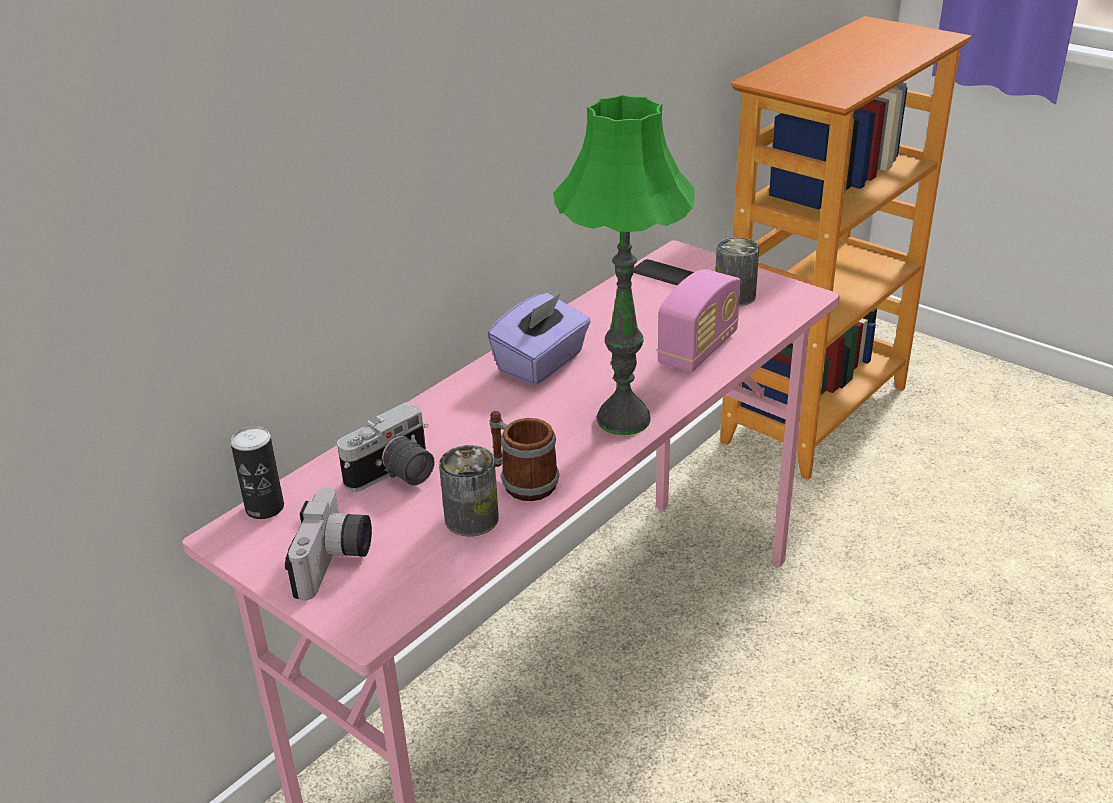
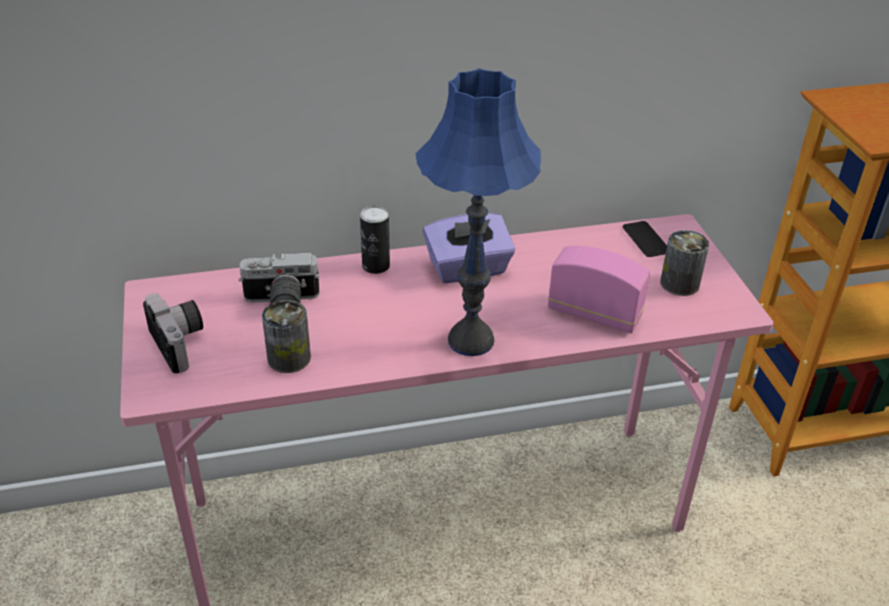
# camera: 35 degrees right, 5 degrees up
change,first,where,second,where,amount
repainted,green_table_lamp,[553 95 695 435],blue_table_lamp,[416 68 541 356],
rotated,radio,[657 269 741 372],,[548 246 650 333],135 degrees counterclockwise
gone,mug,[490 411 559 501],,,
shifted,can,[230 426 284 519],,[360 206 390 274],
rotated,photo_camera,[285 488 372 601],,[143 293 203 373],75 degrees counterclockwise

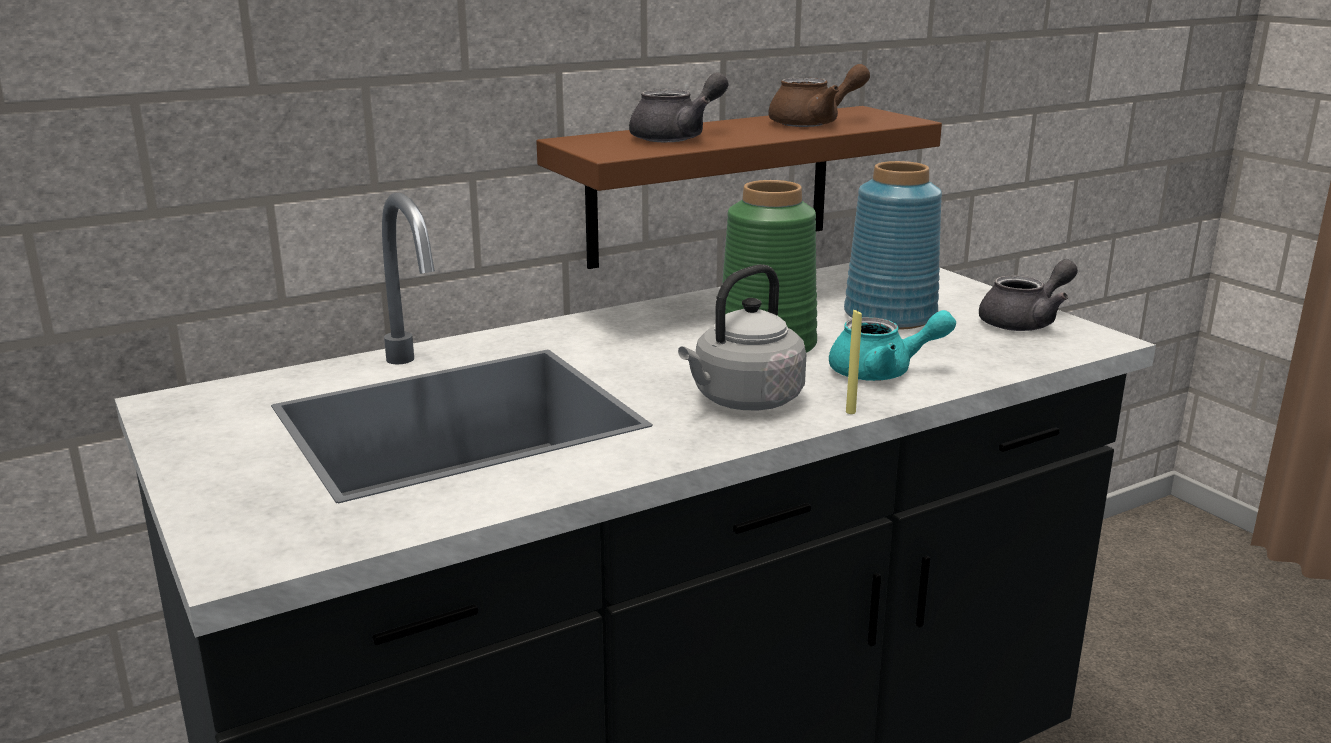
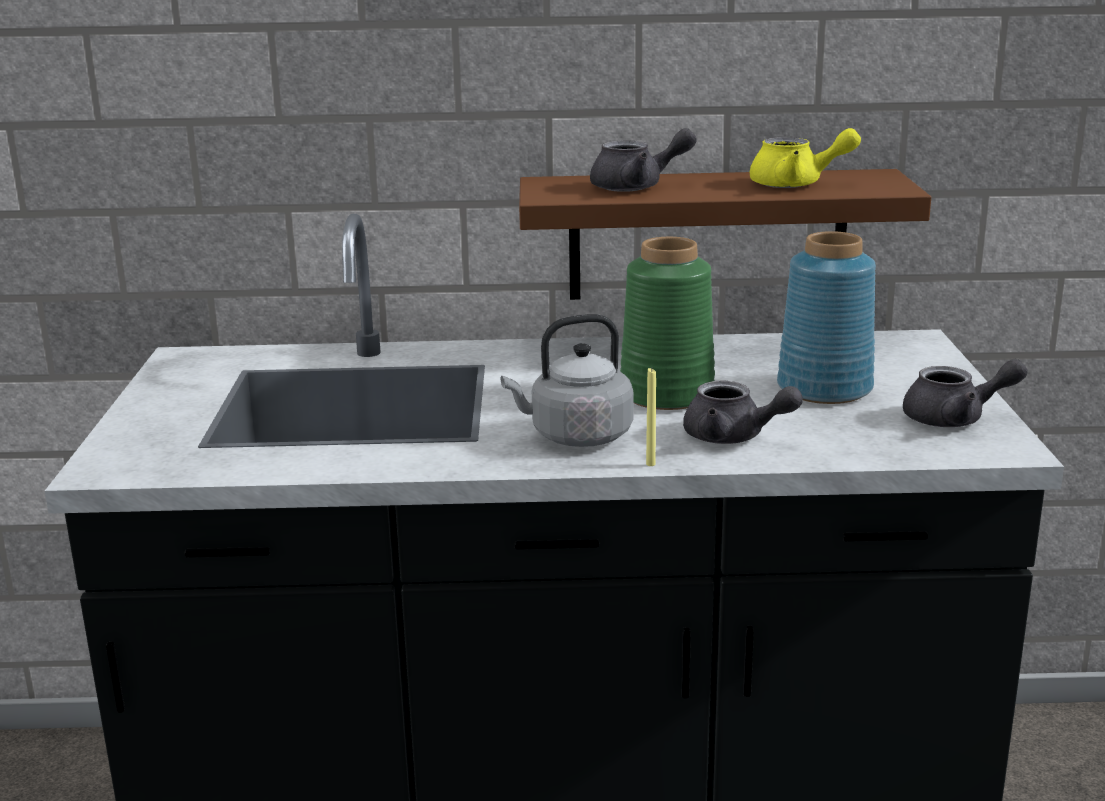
# camera: 30 degrees right, 0 degrees up
change,first,where,second,where,amount
repainted,brown_teapot,[768 64 870 127],yellow_teapot,[749 128 861 188],
repainted,turquoise_teapot,[829 310 956 381],grey_teapot,[683 381 803 444],

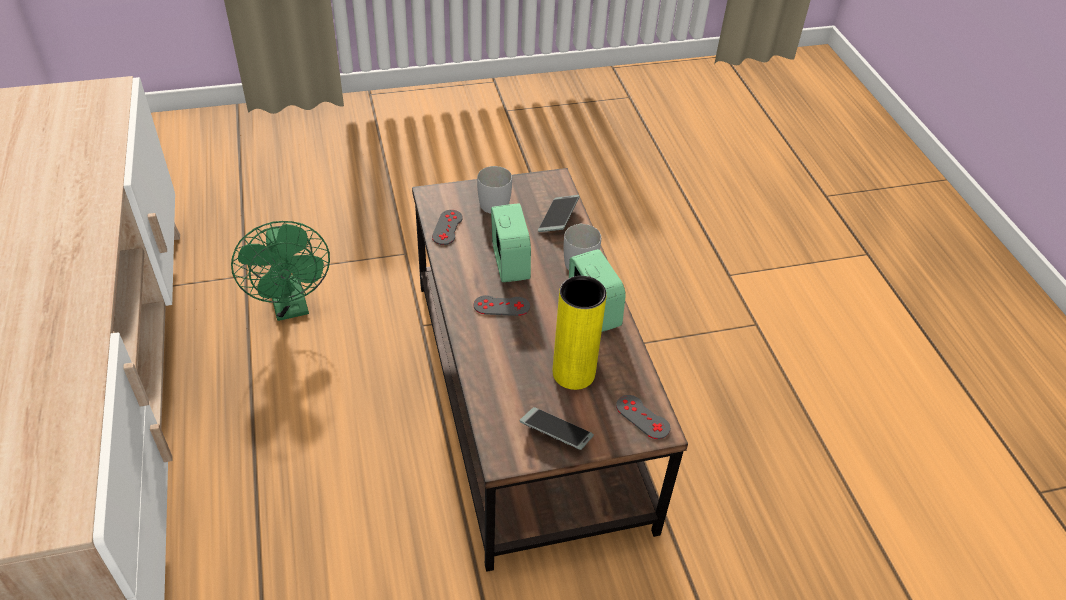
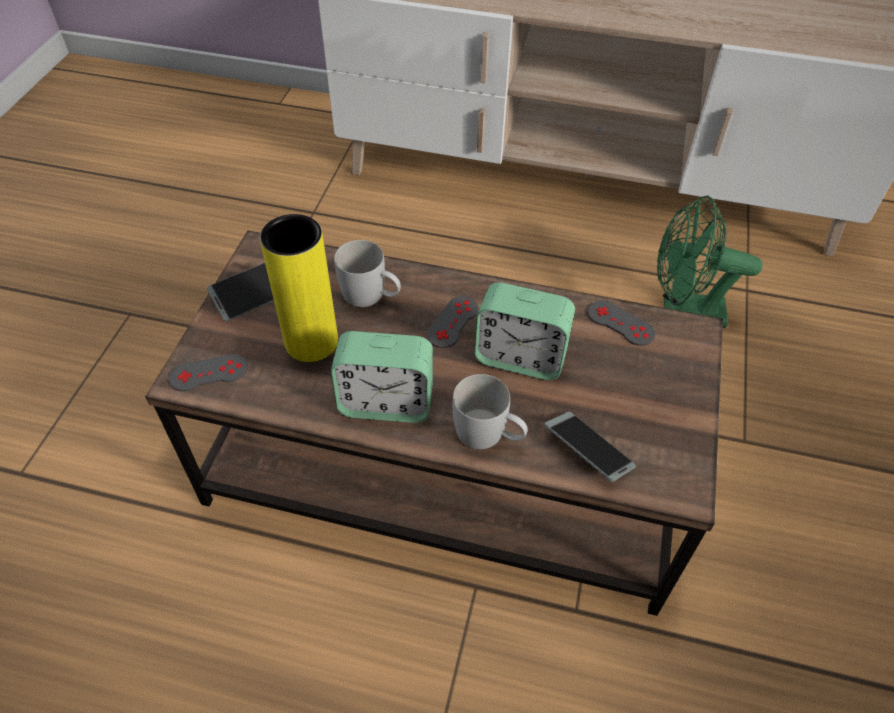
# camera: 120 degrees right, 5 degrees up
change,first,where,second,where,amount
shifted,white_mug,[477 166 512 214],,[334 240 401 307],

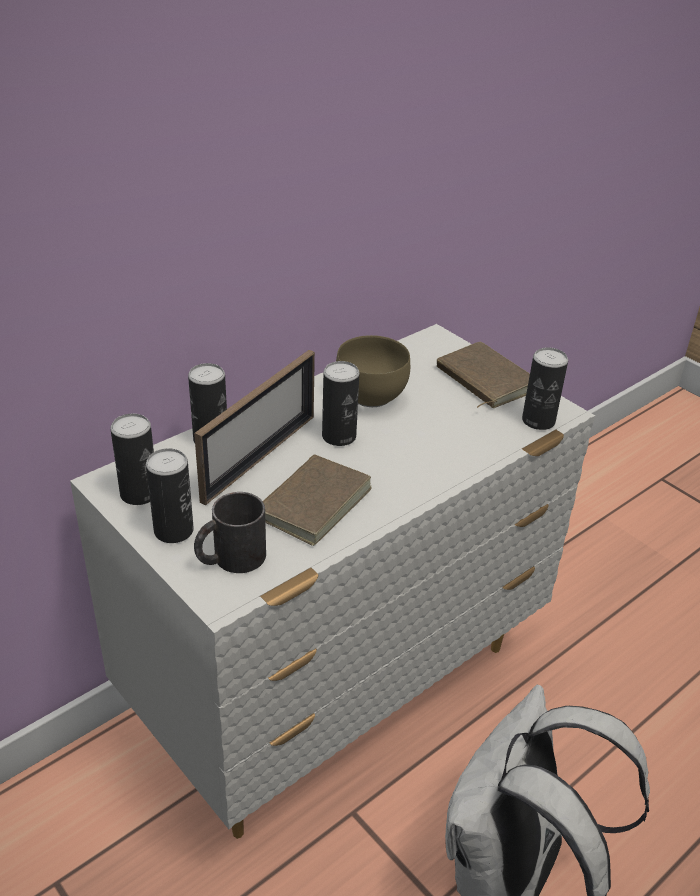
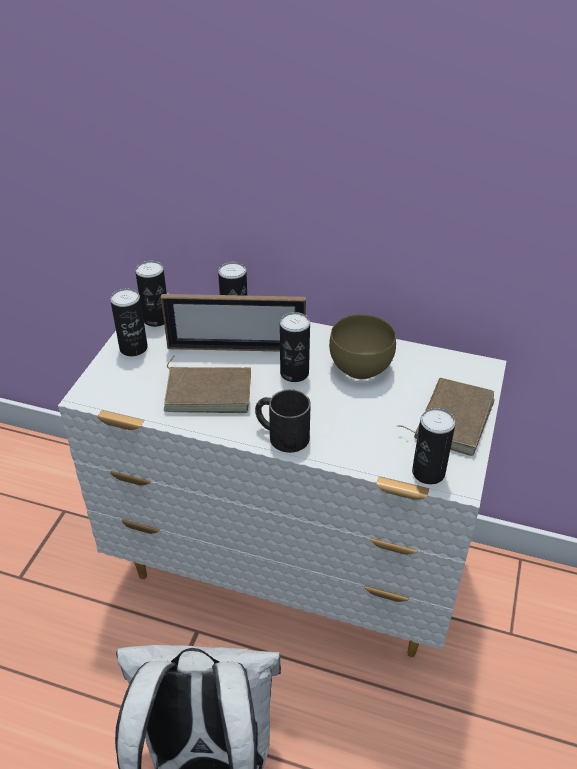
# camera: 60 degrees right, 5 degrees up
change,first,where,second,where,amount
shifted,black_mug,[194 492 266 573],,[255 389 311 453],

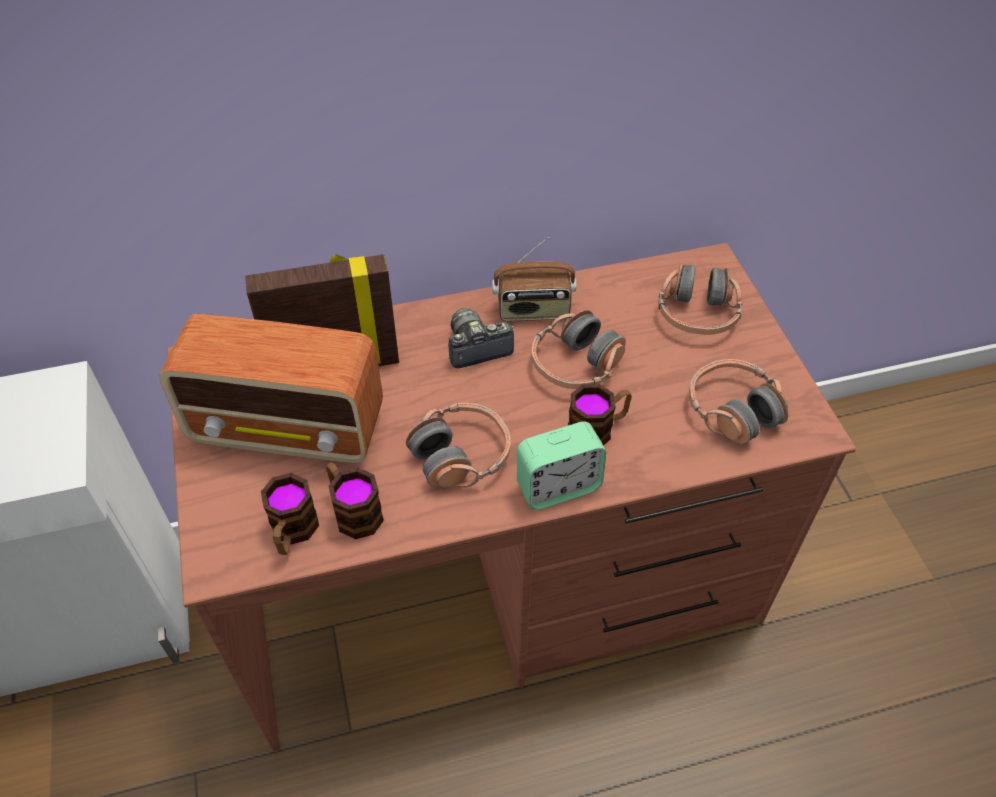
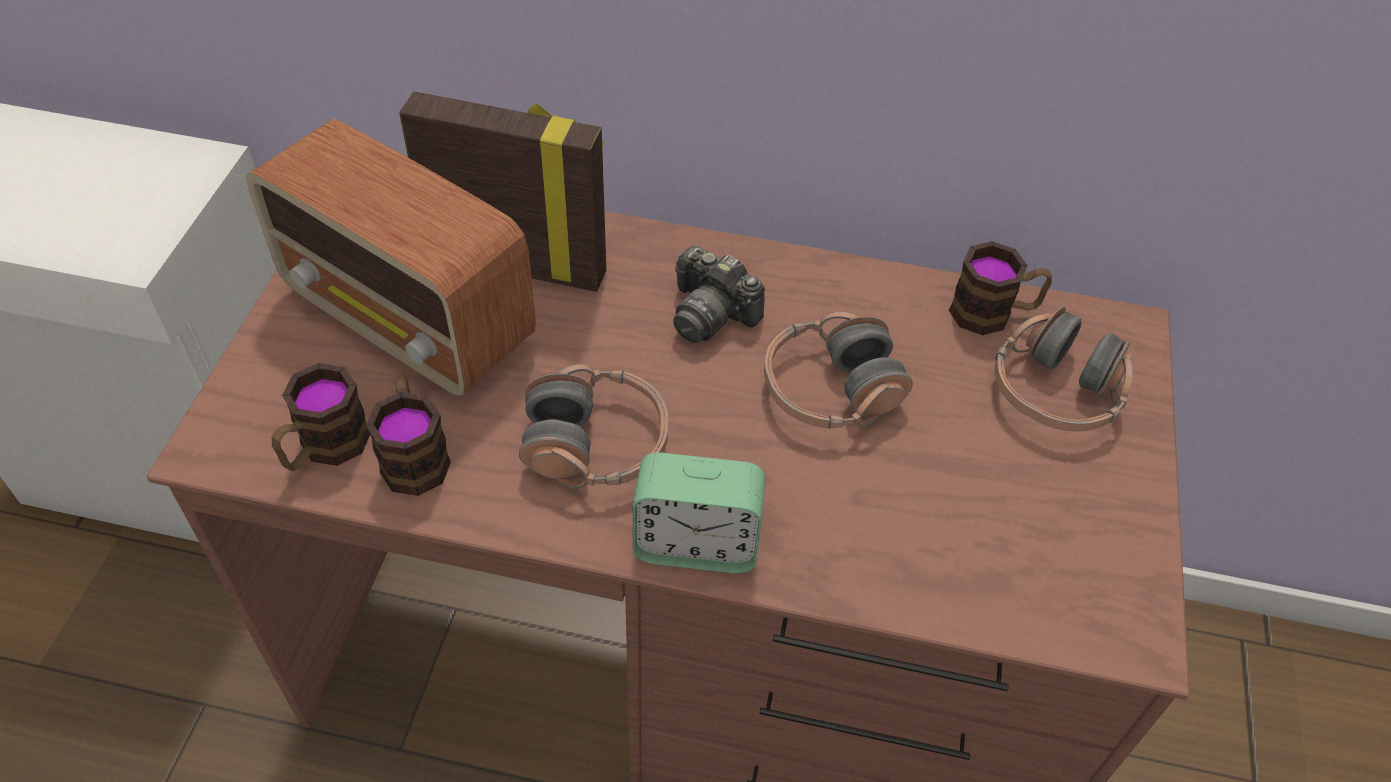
# camera: 25 degrees right, 0 degrees up
change,first,where,second,where,amount
gone,radio,[492 237 577 321],,,
rotated,photo_camera,[448 308 514 368],,[673 246 765 343],150 degrees counterclockwise
gone,headphones,[689 359 788 445],,,
shifted,mug,[568 384 632 446],,[949 241 1052 335],

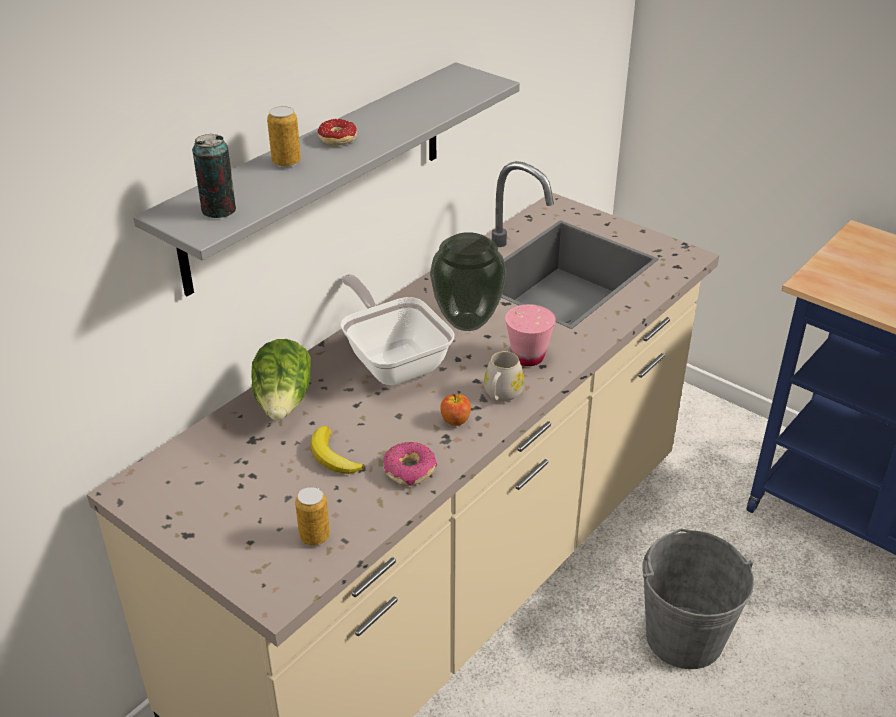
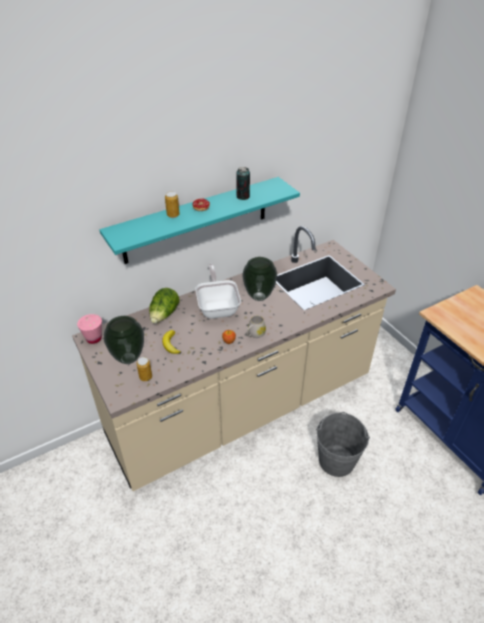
# camera: 20 degrees right, 5 degrees up
change,first,where,second,where,amount
repainted,grey_shelf,[133 62 520 296],turquoise_shelf,[99 177 300 264],
shifted,can,[192 133 236 218],,[236 167 250 200],
shifted,pink_cup,[505 304 556 366],,[77 314 102 344],
gone,donut,[383 442 437 486],,,
new,,,vase,[104 316 144 364],

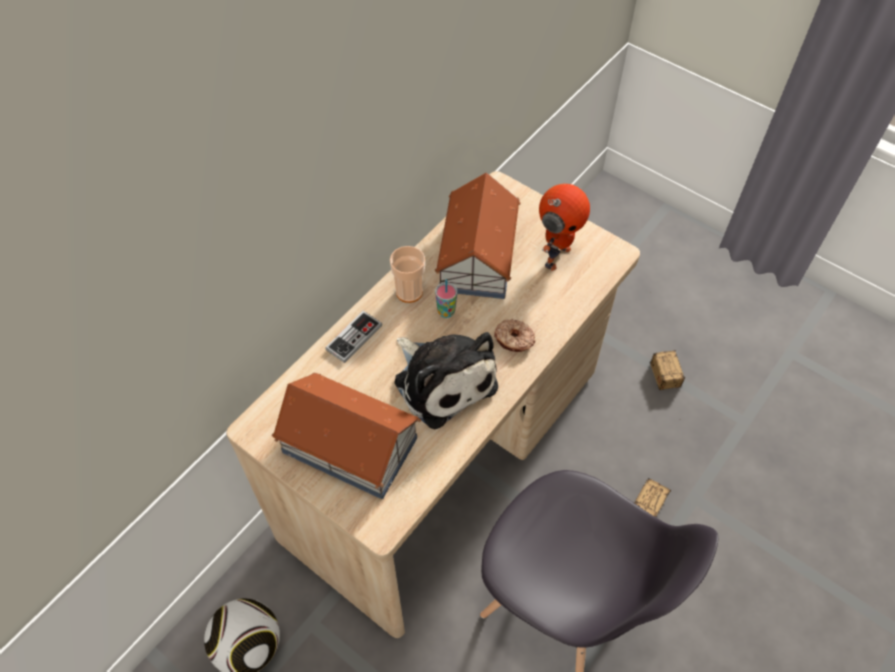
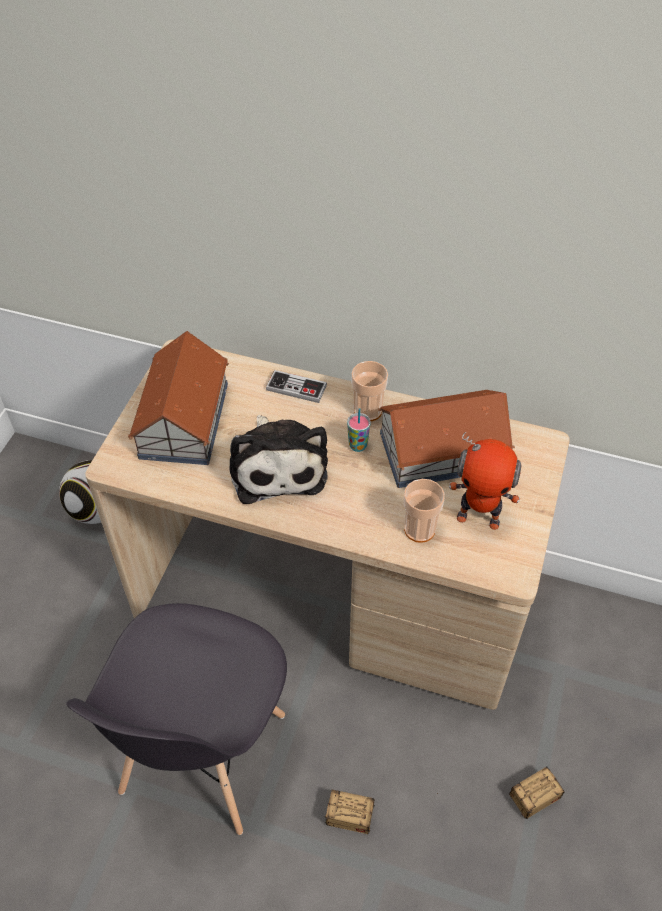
# camera: 70 degrees right, 5 degrees down
change,first,where,second,where,amount
gone,donut,[494 319 535 352],,,
rotated,plush_toy,[394 332 498 429],,[229 415 328 504],45 degrees counterclockwise
new,,,cup,[404 479 445 543],

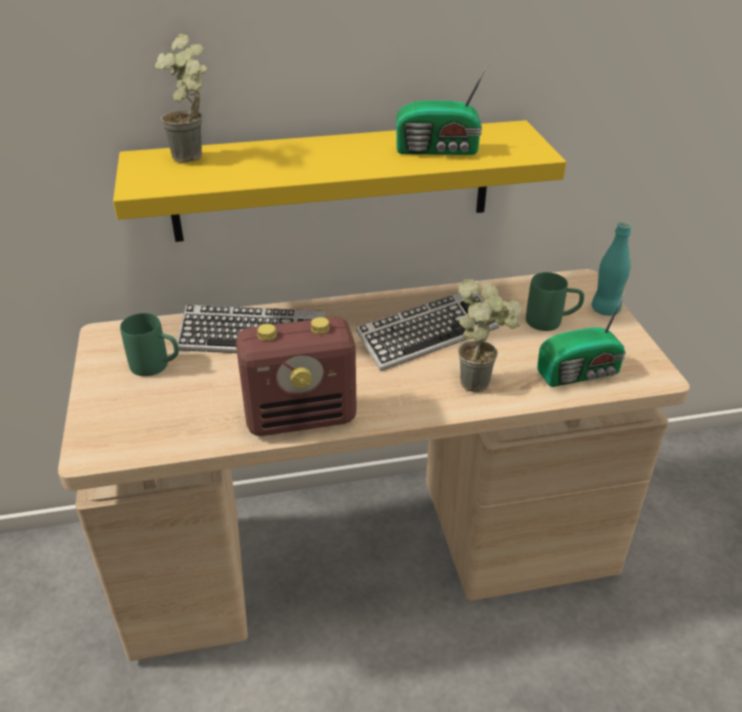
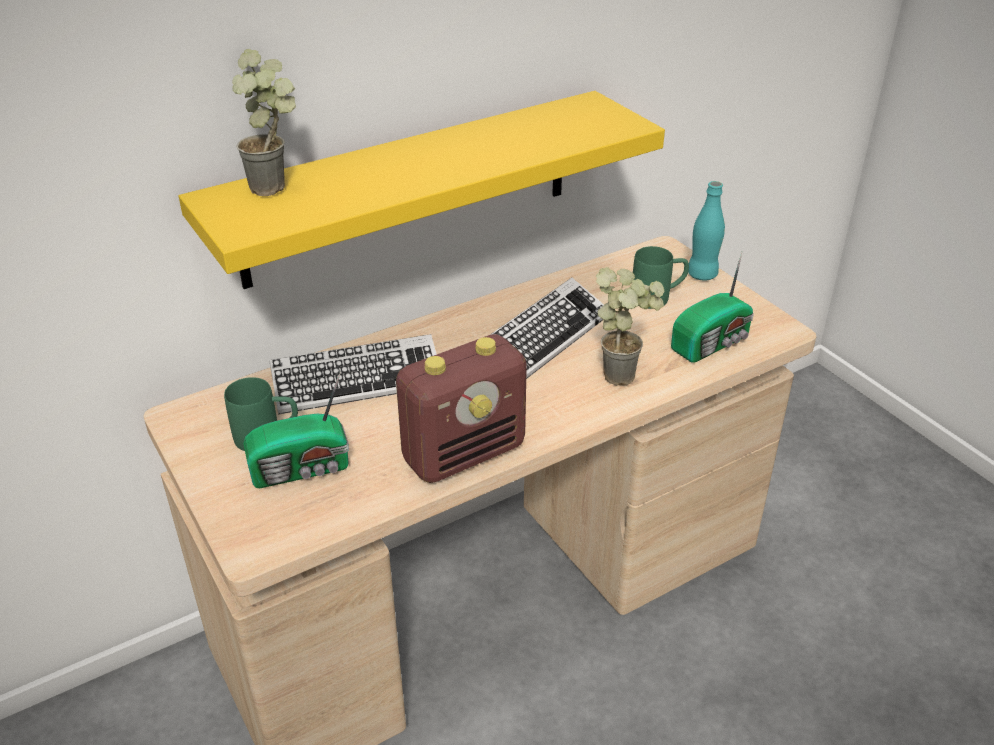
# camera: 20 degrees left, 0 degrees up
change,first,where,second,where,amount
shifted,radio,[396 63 489 155],,[244 371 349 488],

